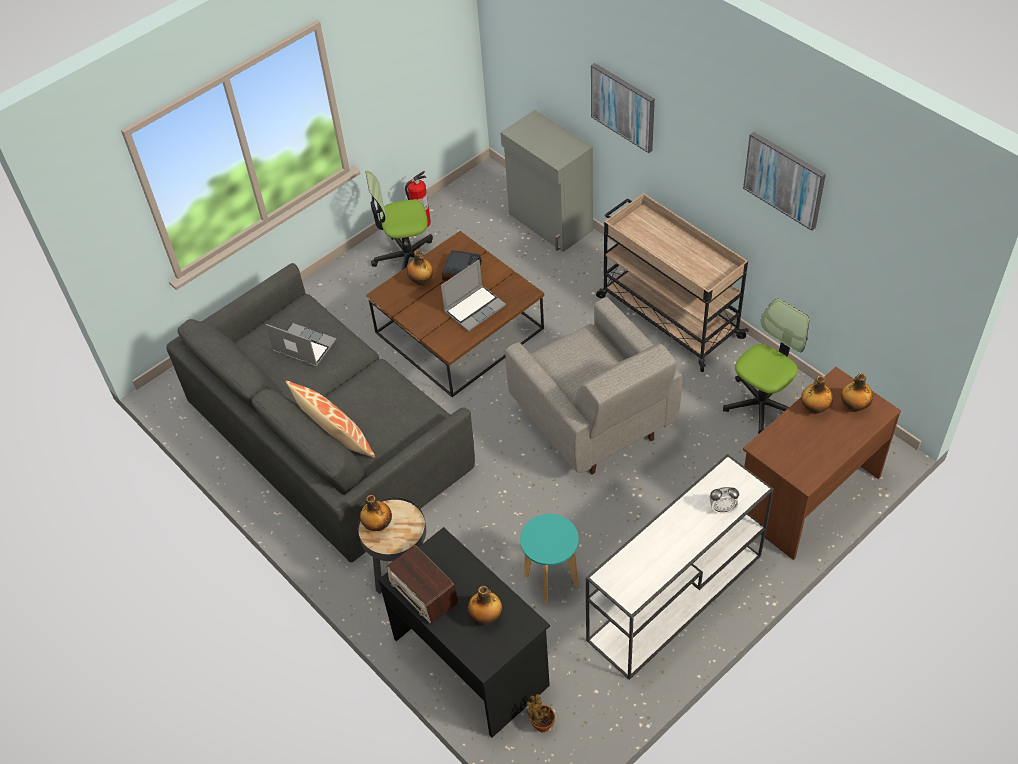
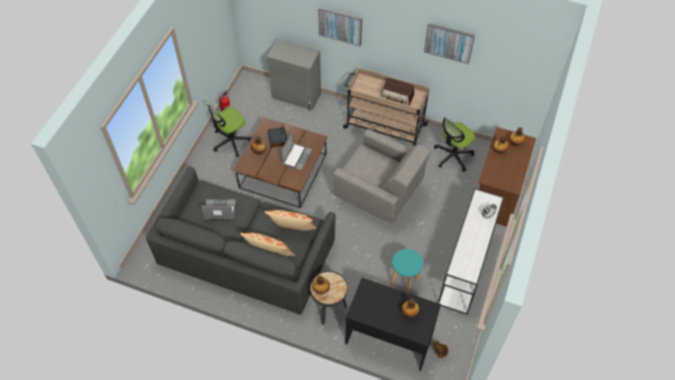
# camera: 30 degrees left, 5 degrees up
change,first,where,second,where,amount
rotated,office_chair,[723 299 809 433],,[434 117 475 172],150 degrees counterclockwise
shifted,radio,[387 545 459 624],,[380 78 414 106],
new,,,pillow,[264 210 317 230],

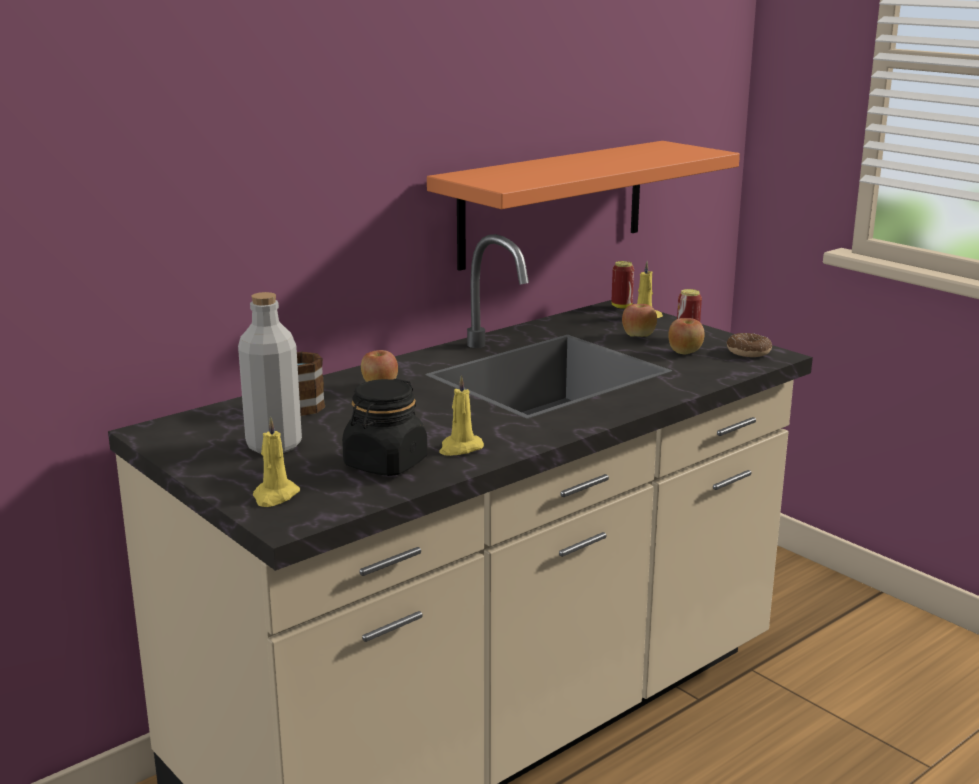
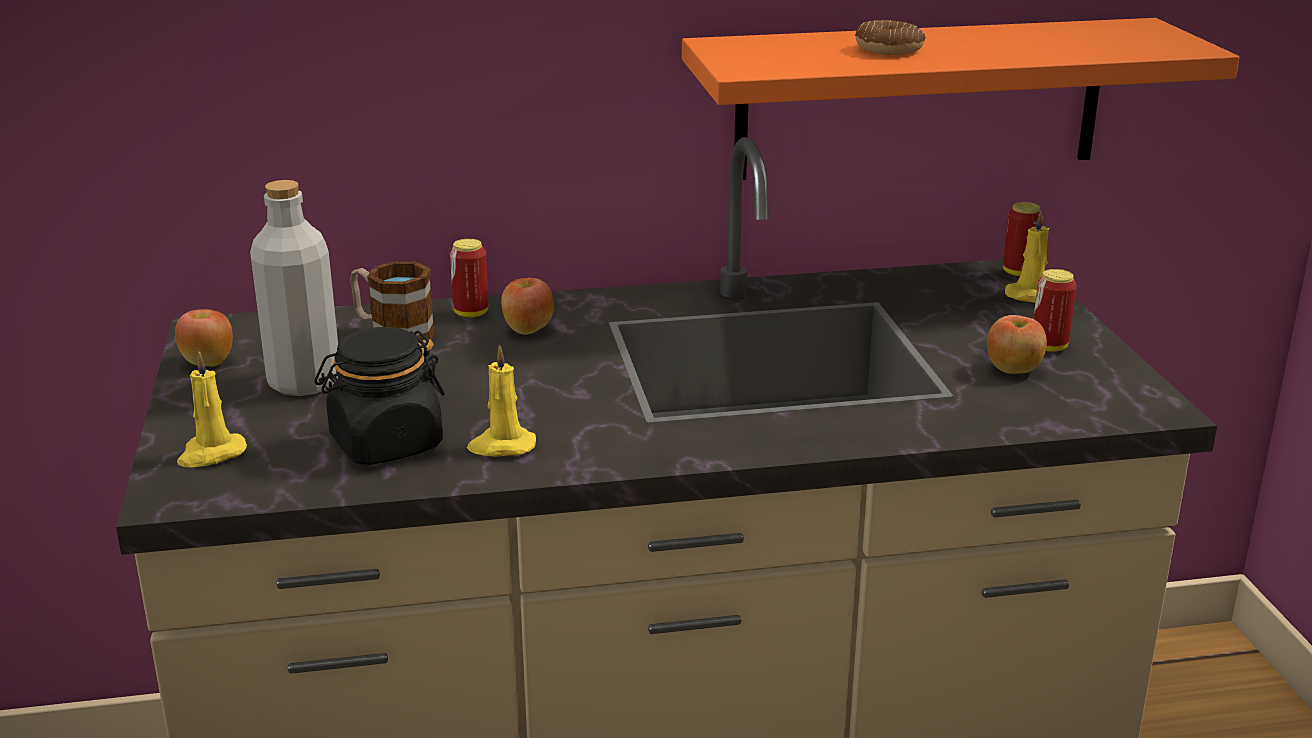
# camera: 30 degrees right, 5 degrees up
change,first,where,second,where,amount
shifted,apple,[622 304 657 337],,[175 309 233 367],
shifted,donut,[727 333 772 357],,[855 20 926 55],
new,,,can,[450 239 488 317],

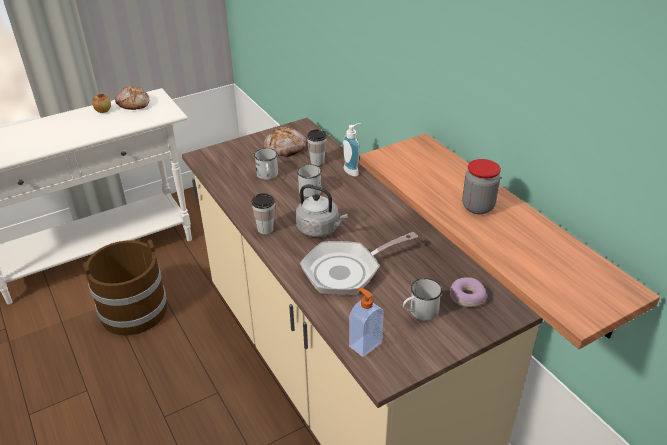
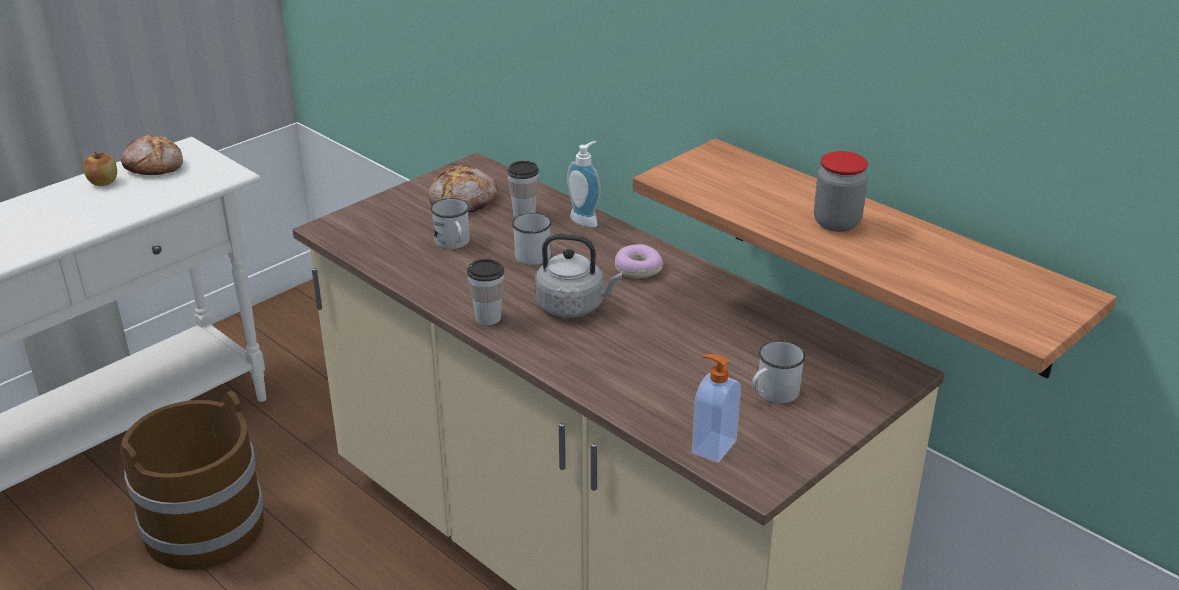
# camera: 15 degrees left, 5 degrees down
change,first,where,second,where,amount
gone,frying_pan,[300 232 418 295],,,
shifted,donut,[450 277 487 307],,[615 244 663 278],

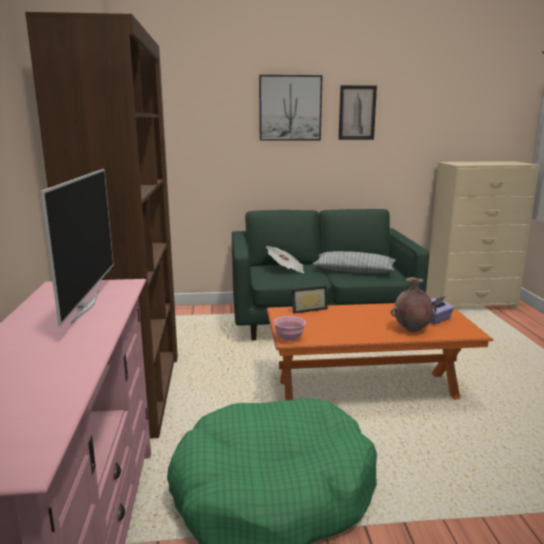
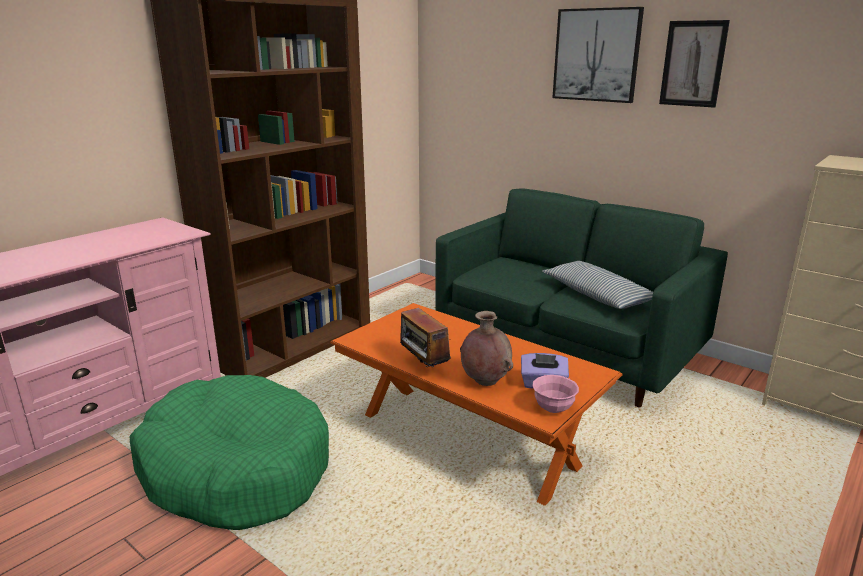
# camera: 45 degrees right, 5 degrees up
change,first,where,second,where,amount
gone,television,[41 169 114 326],,,
gone,newspaper,[266 246 304 273],,,
gone,picture_frame,[292 286 328 314],,,
shifted,pink_bowl,[273 316 306 341],,[532 375 579 413],
new,,,radio,[398 301 451 368],

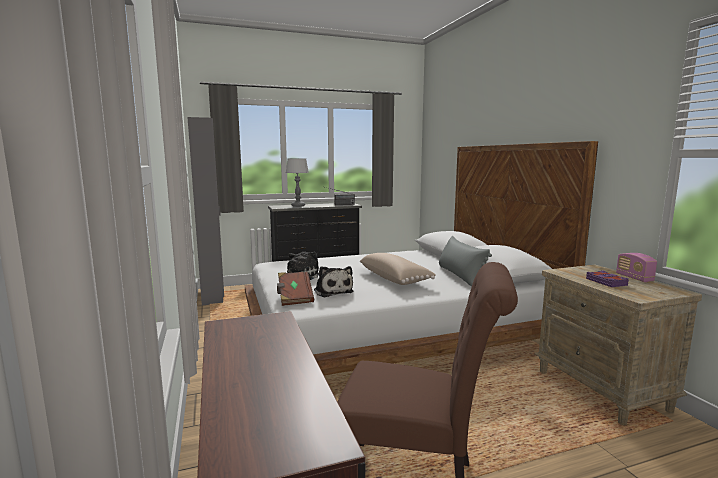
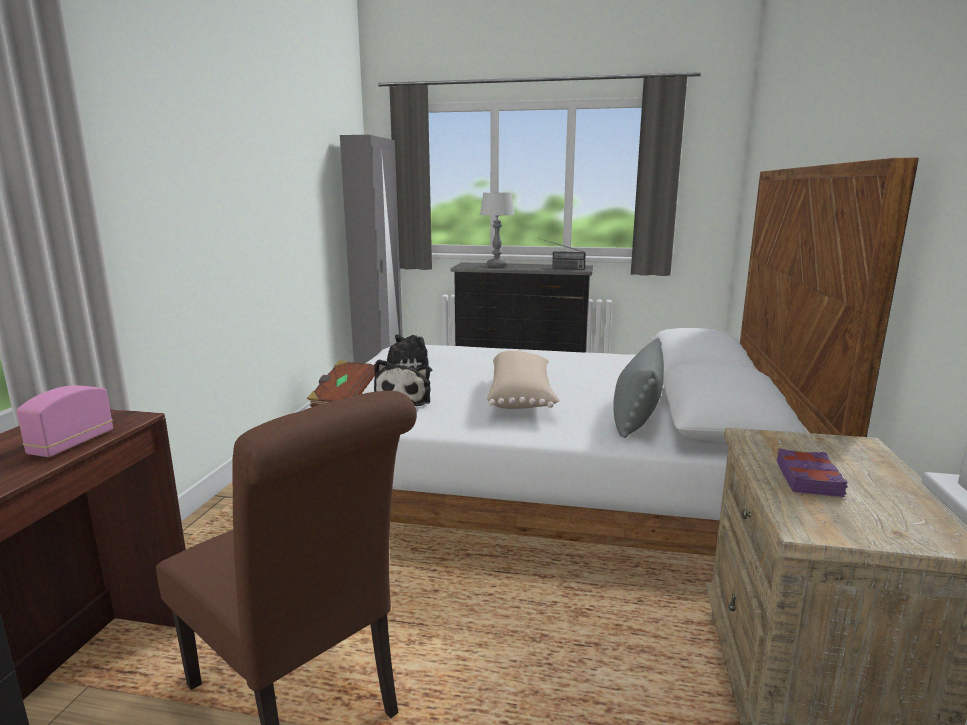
# camera: 30 degrees right, 5 degrees up
change,first,where,second,where,amount
shifted,radio,[616 253 657 282],,[16 385 113 457],

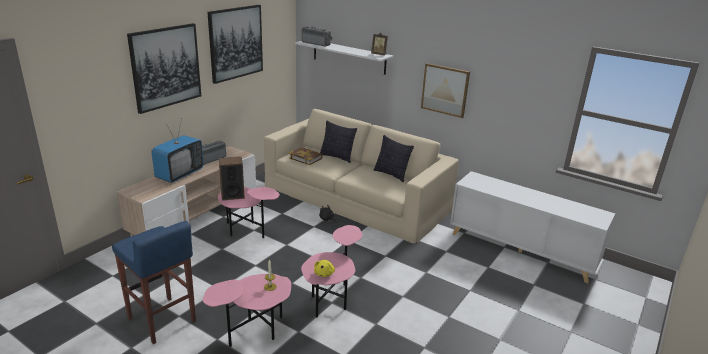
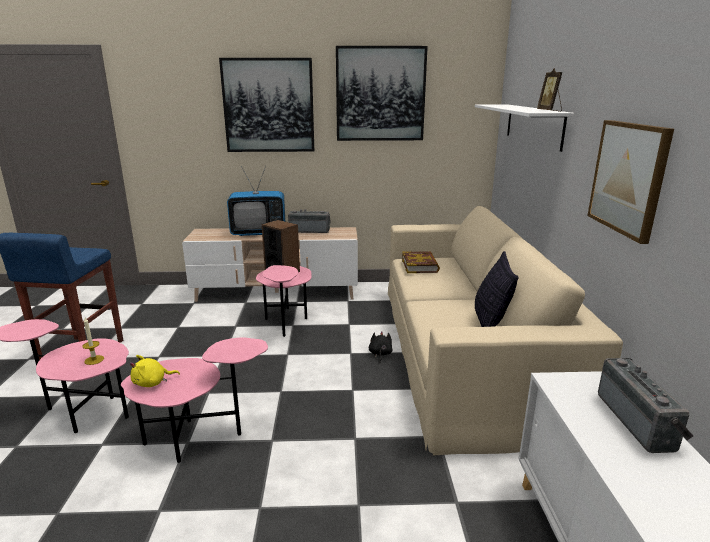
# camera: 55 degrees right, 5 degrees down
change,first,where,second,where,amount
shifted,radio,[302 26 333 47],,[598 358 693 453],
gone,pillow,[320 121 357 163],,,

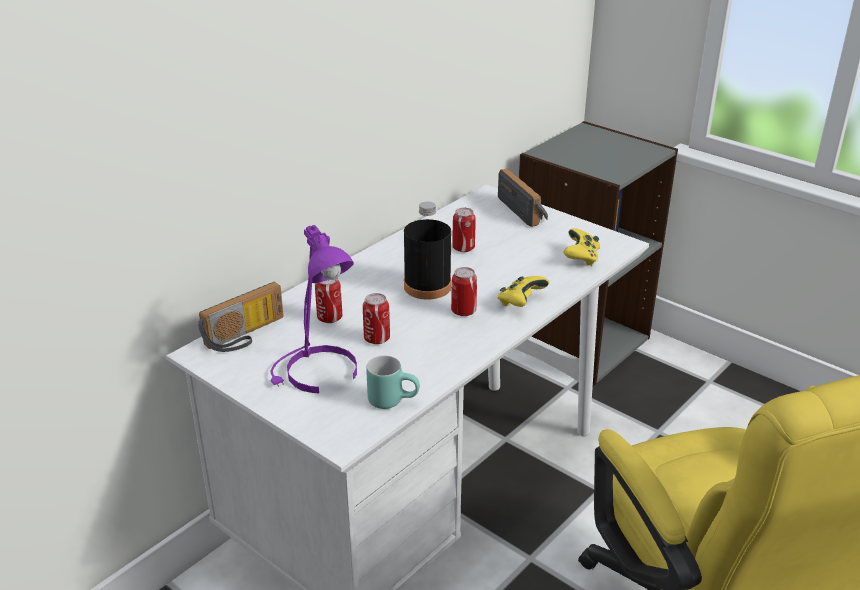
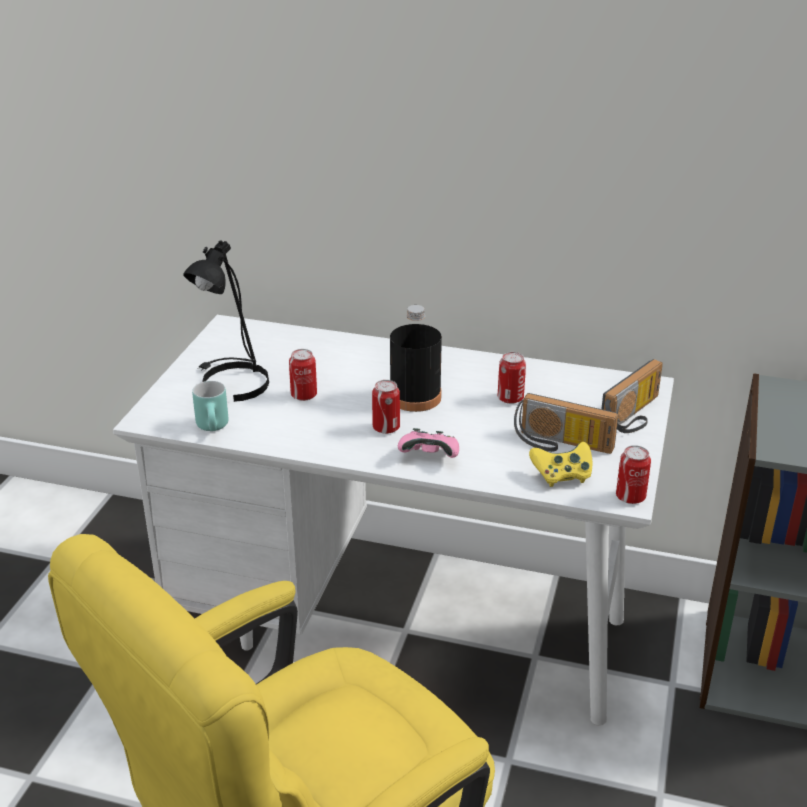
# camera: 65 degrees right, 0 degrees up
change,first,where,second,where,amount
repainted,purple_table_lamp,[270 225 357 393],black_table_lamp,[183 240 269 402],
repainted,yellow_game_controller,[498 276 549 307],pink_game_controller,[398 428 459 458],
shifted,can,[315 278 342 323],,[616 445 651 504],
shifted,radio,[198 282 284 352],,[514 393 618 454],

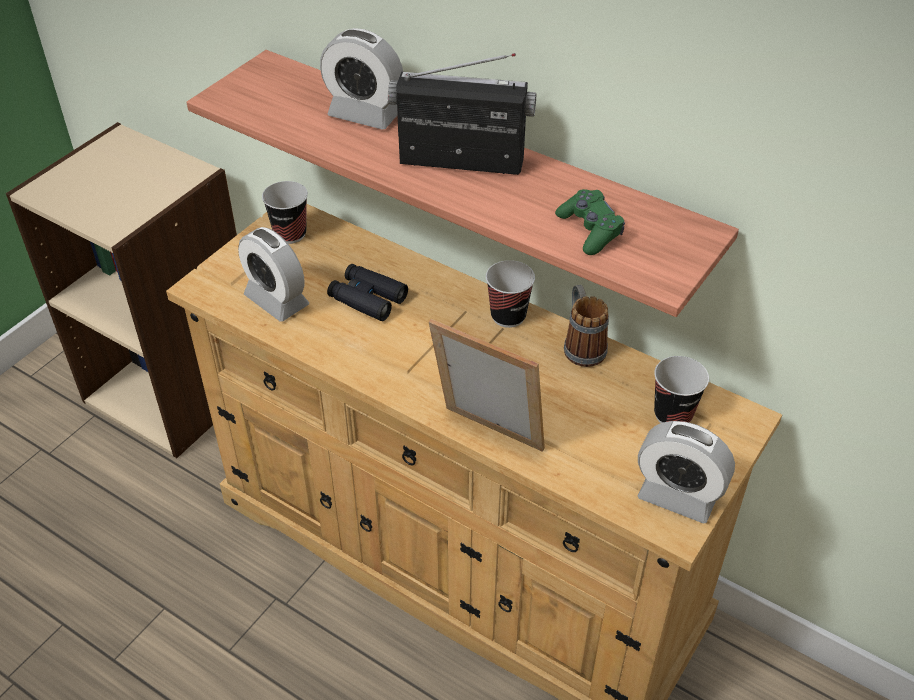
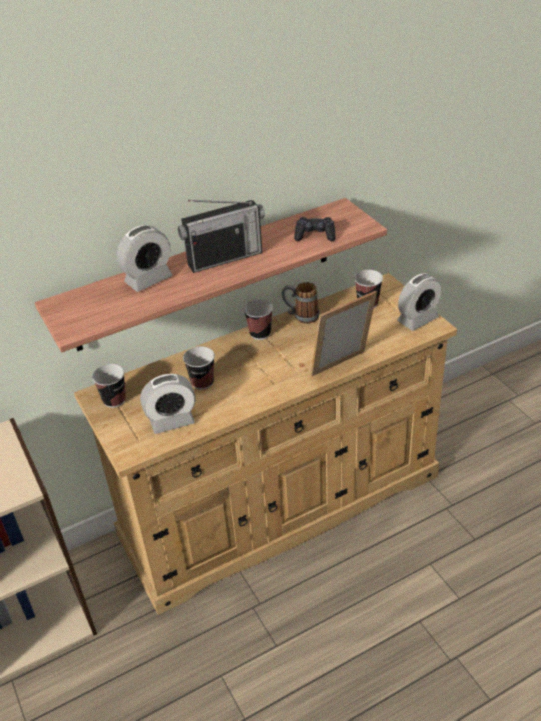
# camera: 60 degrees left, 5 degrees down
change,first,where,second,where,amount
rotated,radio,[388 53 536 175],,[178 200 265 273],150 degrees counterclockwise
repainted,green_game_controller,[555 189 625 255],black_game_controller,[294 217 336 241],
swapped,black_binoculars,[327 264 408 321],cup,[183 346 215 390],

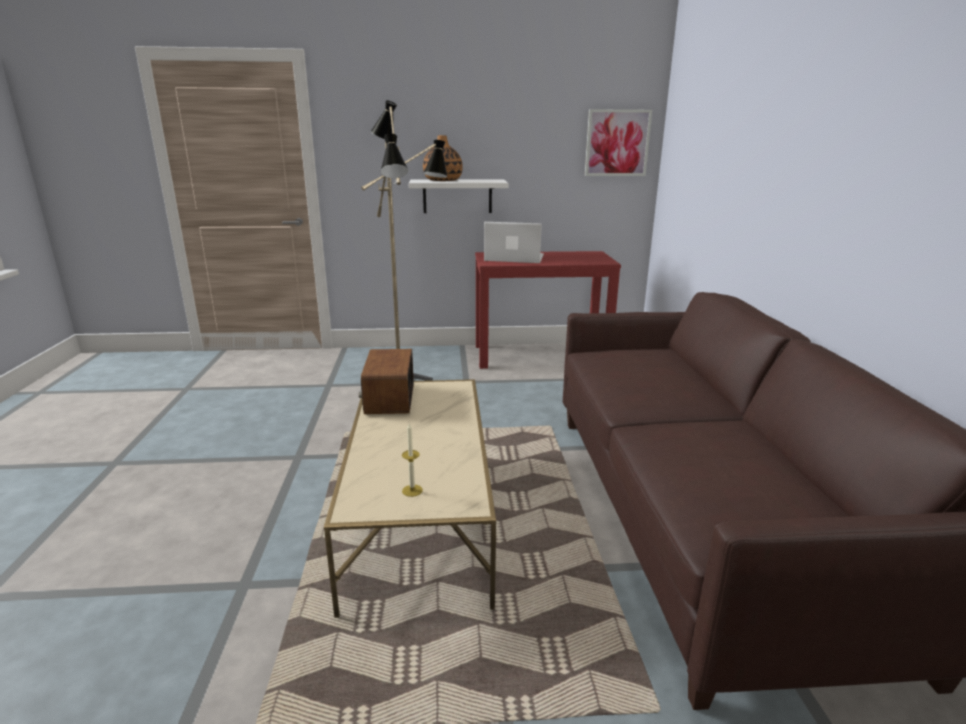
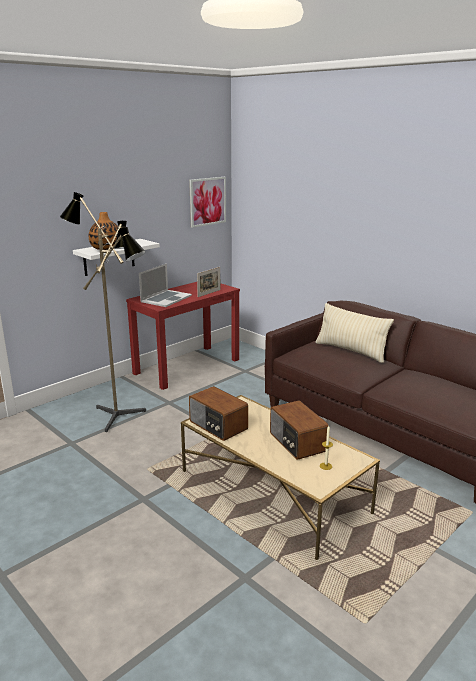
# camera: 40 degrees left, 0 degrees up
change,first,where,second,where,amount
rotated,laptop,[484 222 544 263],,[139 264 192 307],150 degrees clockwise
new,,,picture_frame,[197 267 221 297],
new,,,beige_pillow,[315 303 394 363],
new,,,radio,[270 400 329 460],

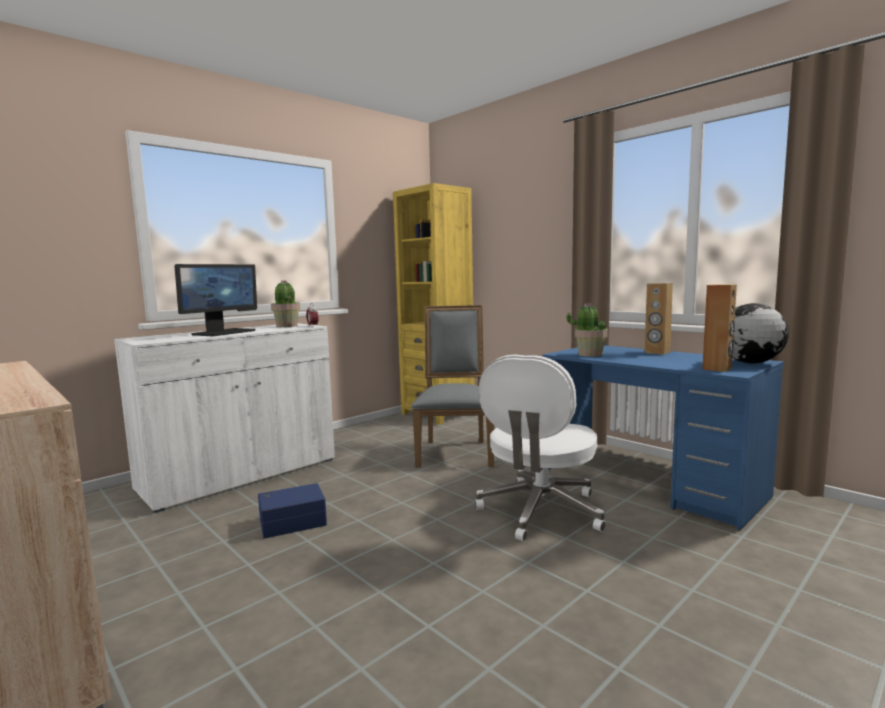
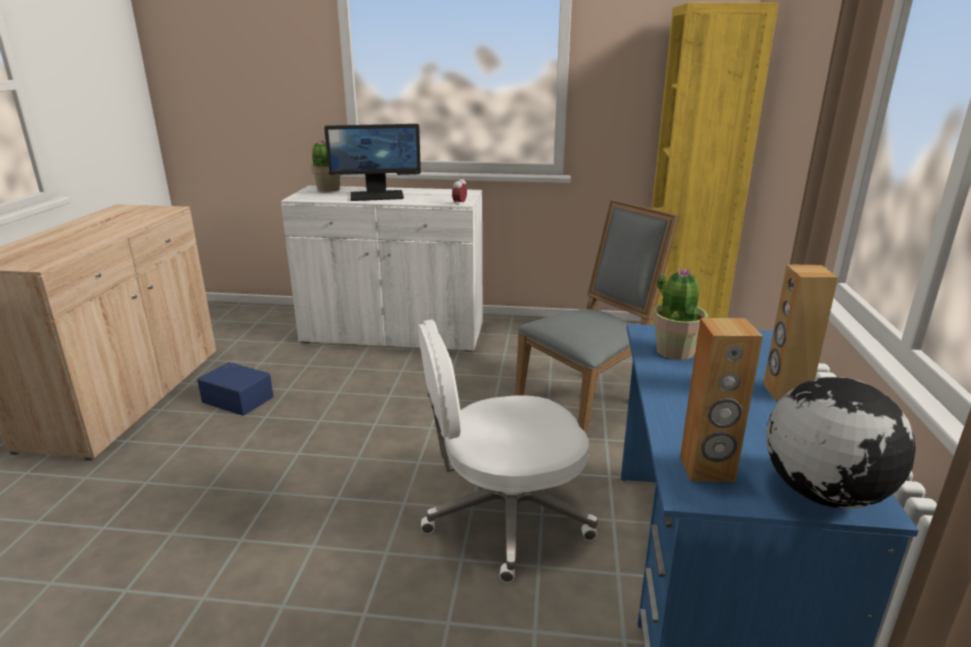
# camera: 50 degrees right, 15 degrees up
change,first,where,second,where,amount
shifted,potted_plant,[271 280 300 327],,[311 139 340 192],
shifted,blue_storage_box,[258 483 327 538],,[197 362 274 416],

